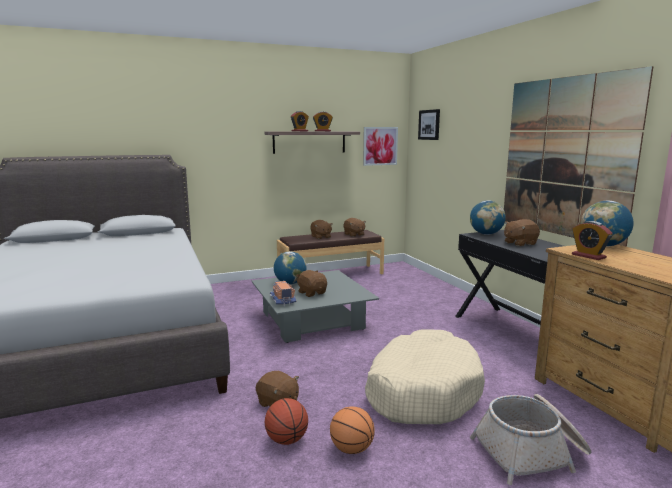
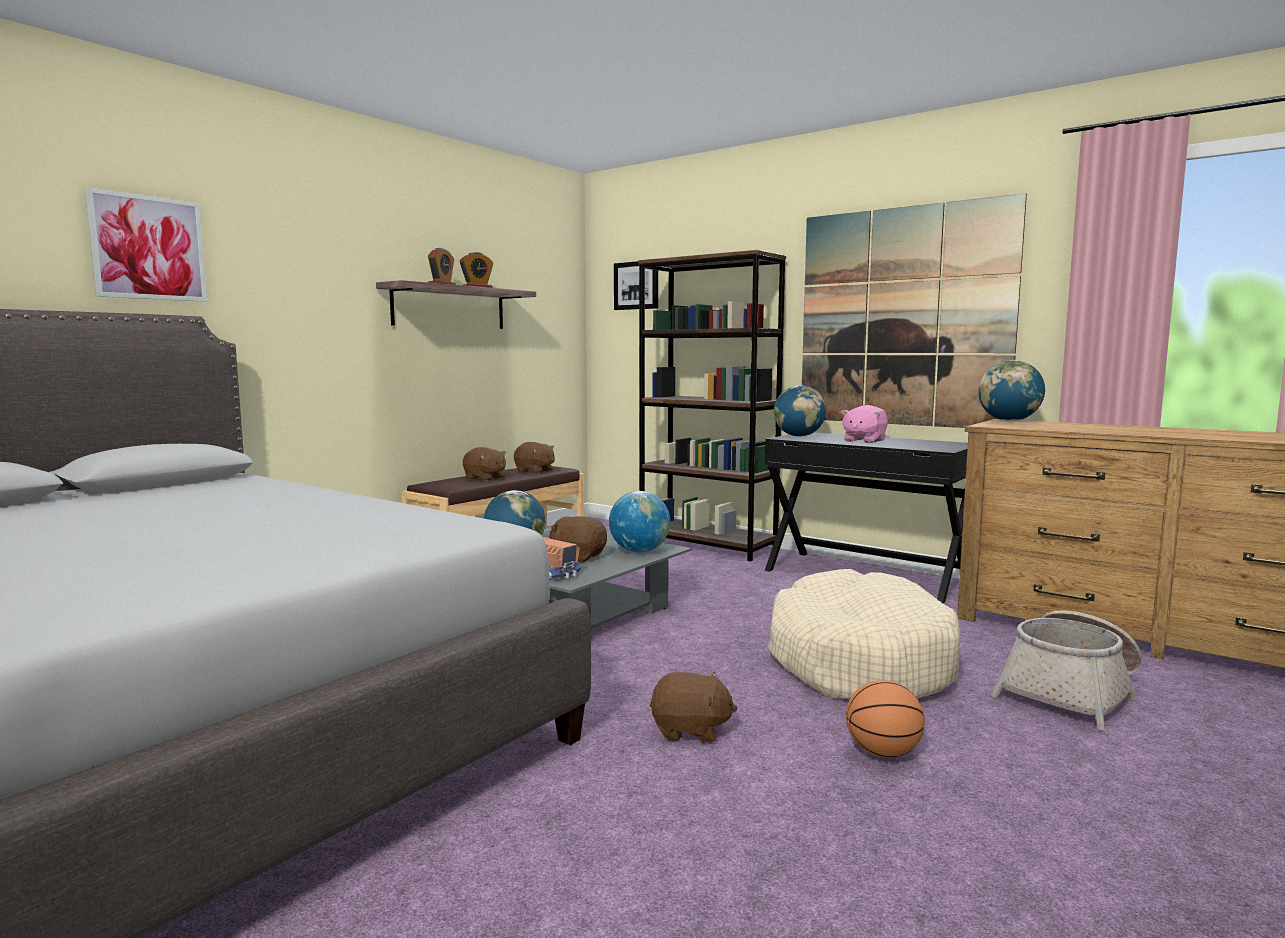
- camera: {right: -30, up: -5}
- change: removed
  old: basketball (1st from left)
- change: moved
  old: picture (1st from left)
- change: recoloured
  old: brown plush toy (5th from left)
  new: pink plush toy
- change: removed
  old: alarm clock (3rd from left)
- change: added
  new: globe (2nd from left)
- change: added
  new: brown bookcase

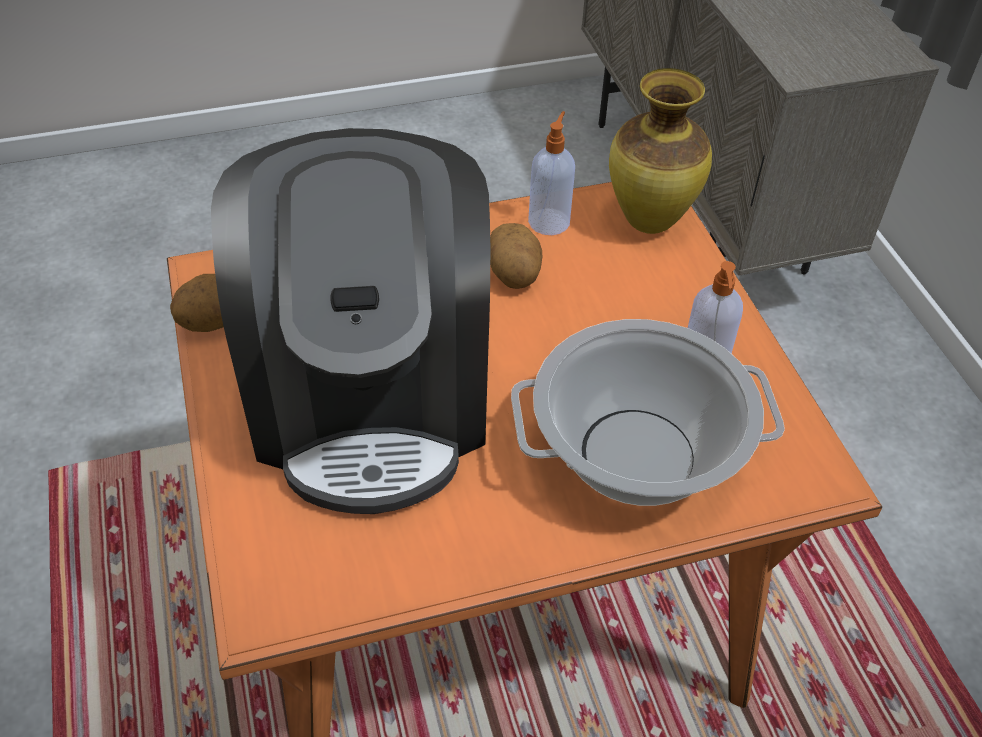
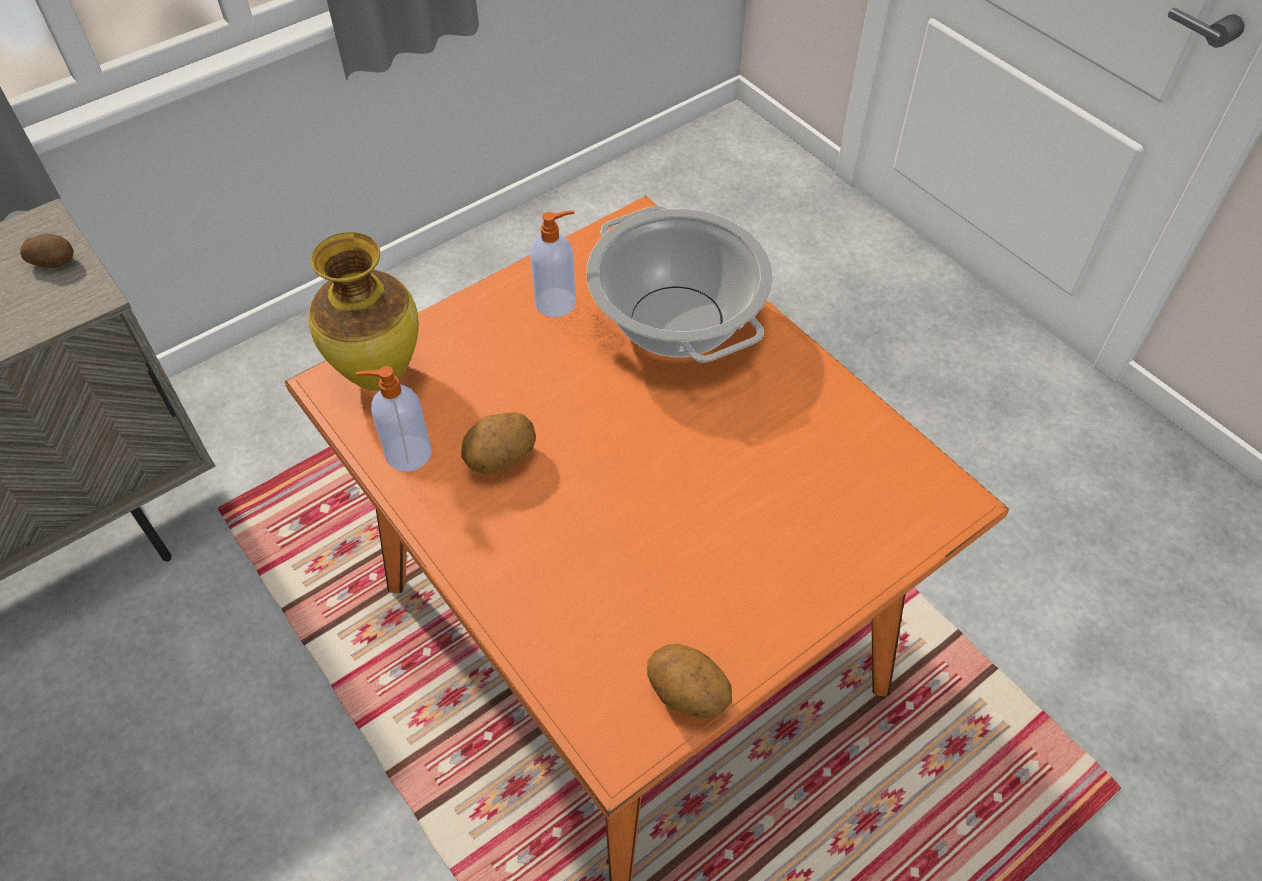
- camera: {right: -110, up: 5}
- change: removed
  old: coffee machine
- change: added
  new: potato (1st from left)

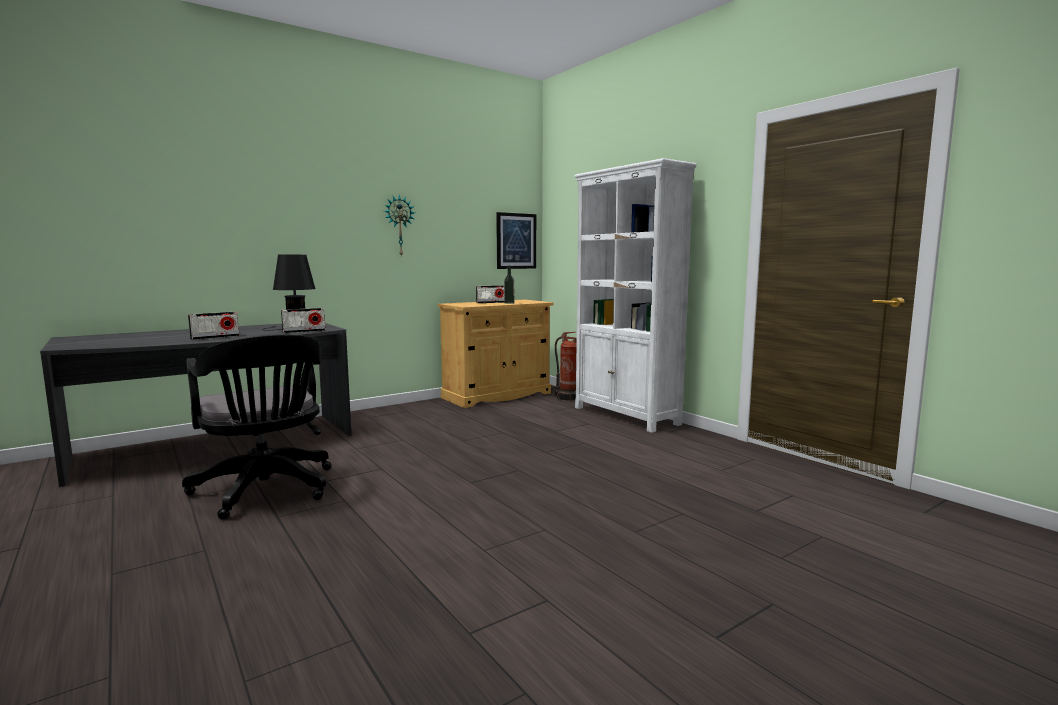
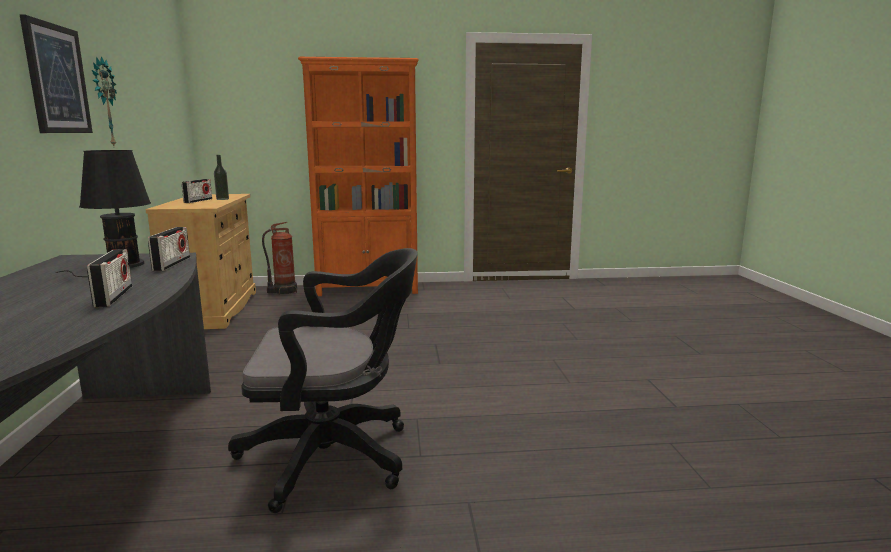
- camera: {right: -60, up: 5}
- change: moved
  old: picture
- change: recoloured
  old: white bookcase
  new: orange bookcase

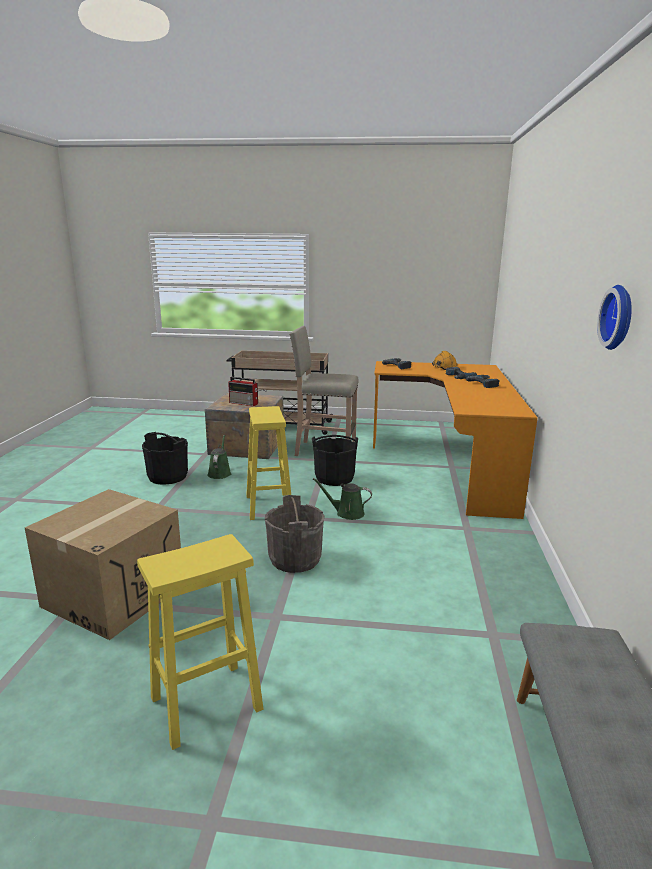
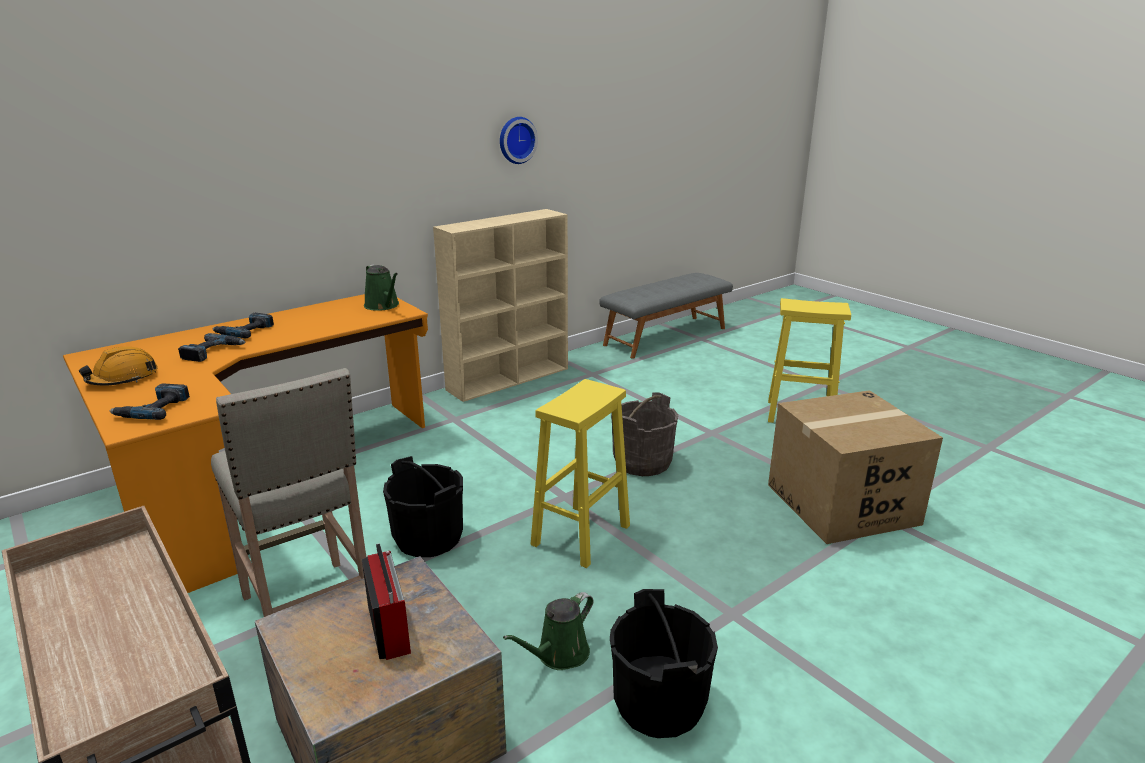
- camera: {right: -135, up: 5}
- change: moved
  old: green watering can (2nd from left in the first image)
  new: green watering can (1st from left)
- change: added
  new: beige bookcase

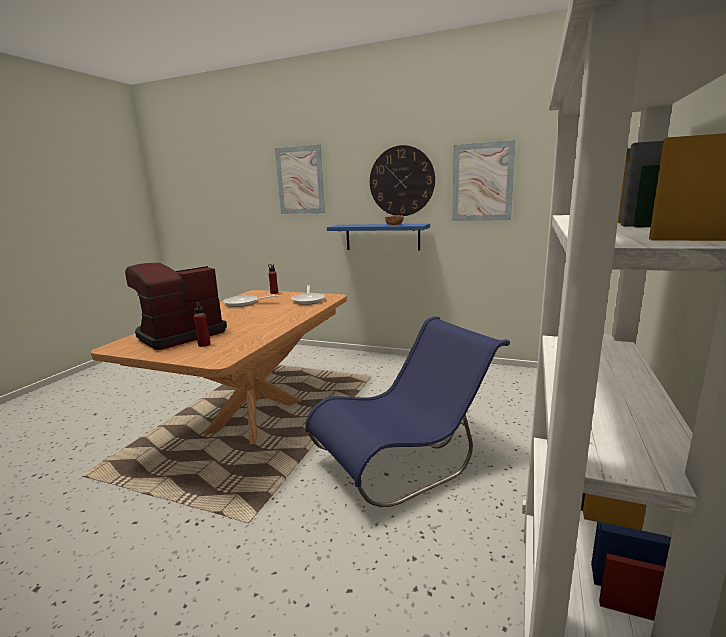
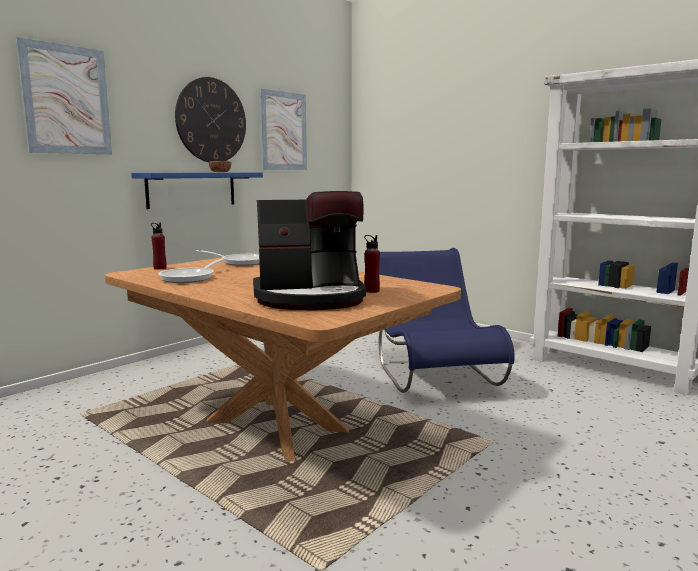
- camera: {right: -70, up: -5}
- change: turned
  old: coffee machine
  degrees: -75

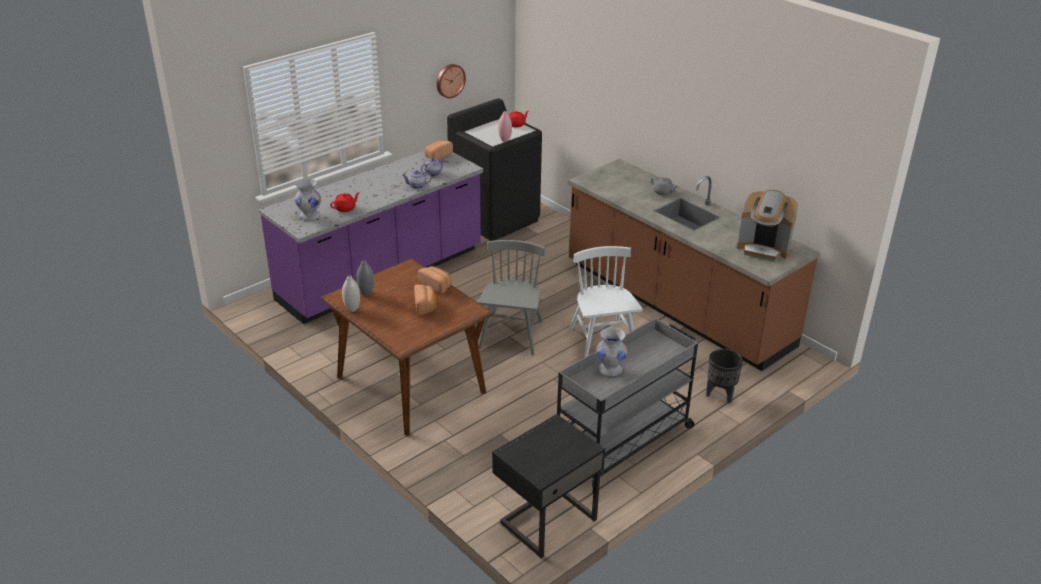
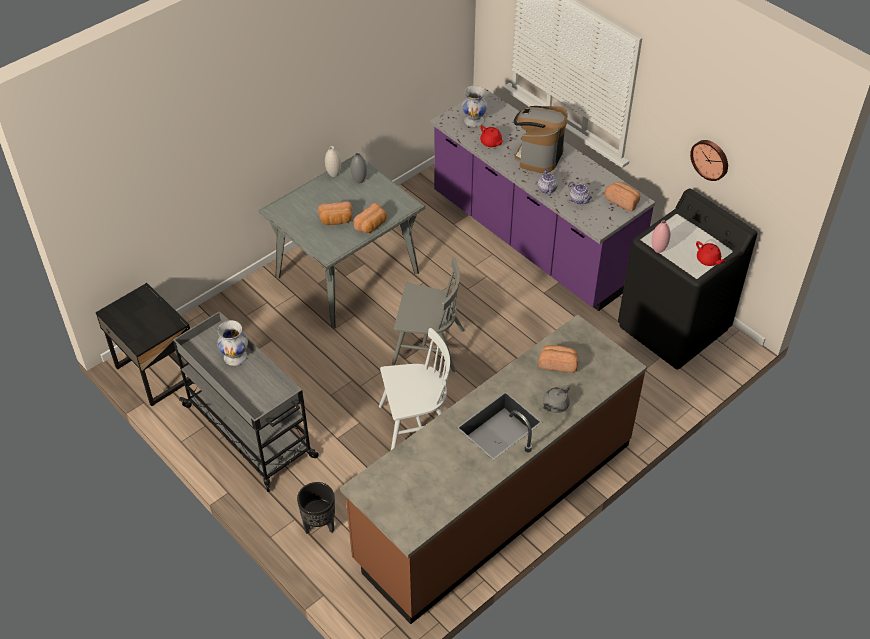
- camera: {right: 90, up: 15}
- change: recoloured
  old: brown dining table
  new: grey dining table
- change: moved
  old: coffee machine
- change: added
  new: bread (3rd from left)

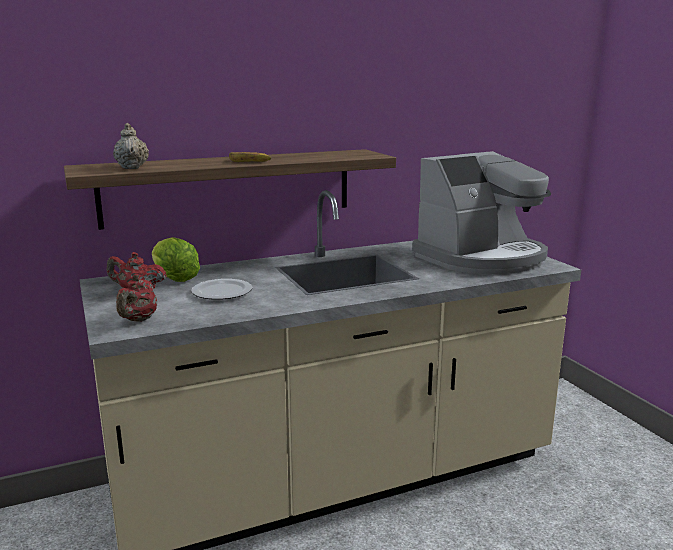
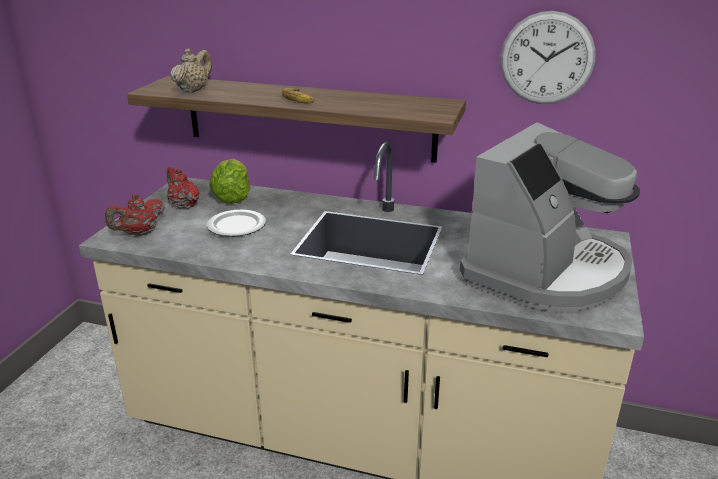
- camera: {right: 40, up: 10}
- change: turned
  old: coffee machine
  degrees: -60
- change: added
  new: wall clock

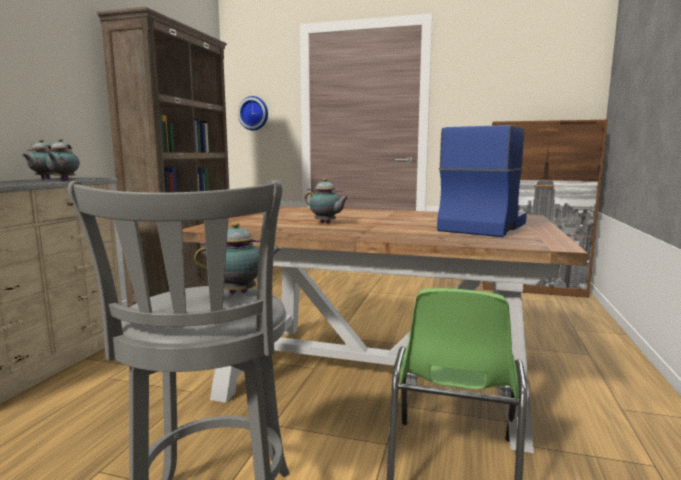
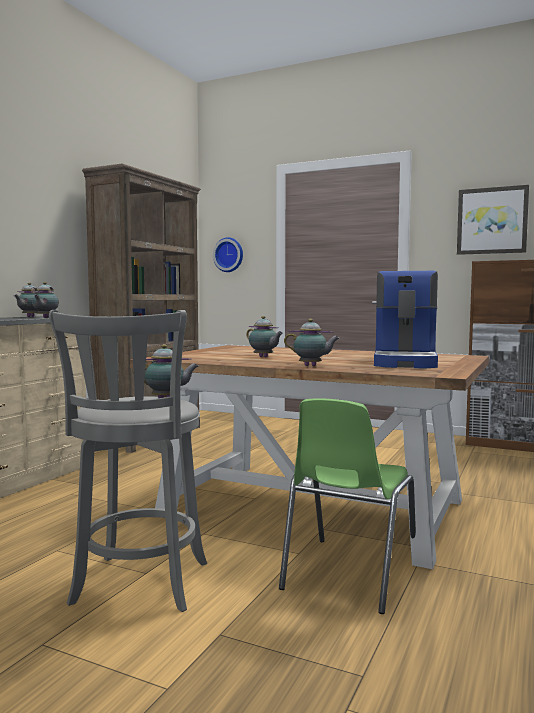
- camera: {right: 10, up: -5}
- change: turned
  old: coffee machine
  degrees: 150
- change: added
  new: teapot (5th from left)
- change: added
  new: picture

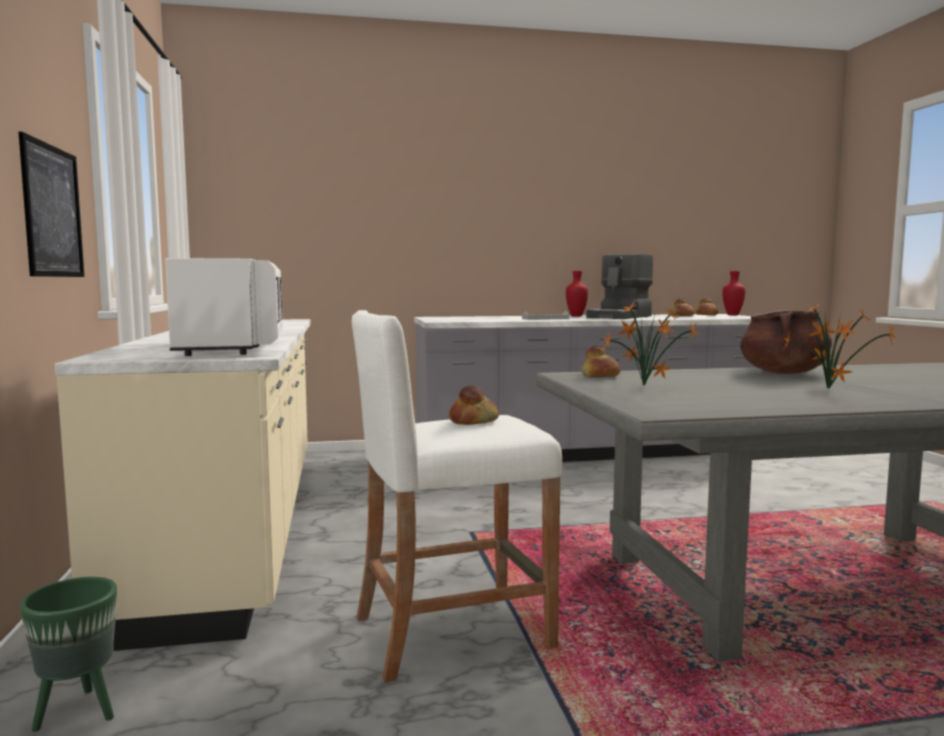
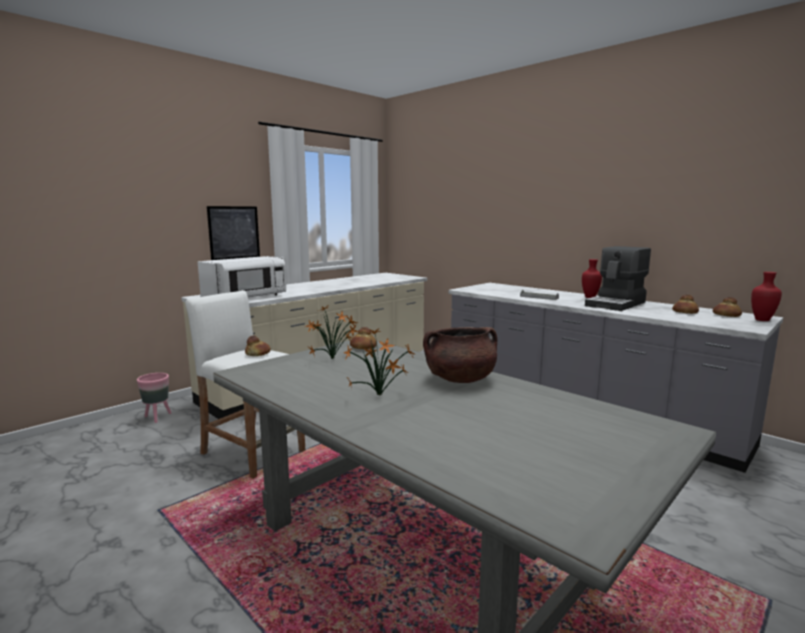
- camera: {right: 55, up: 5}
- change: recoloured
  old: green planter
  new: pink planter
- change: turned
  old: coffee machine
  degrees: -45

